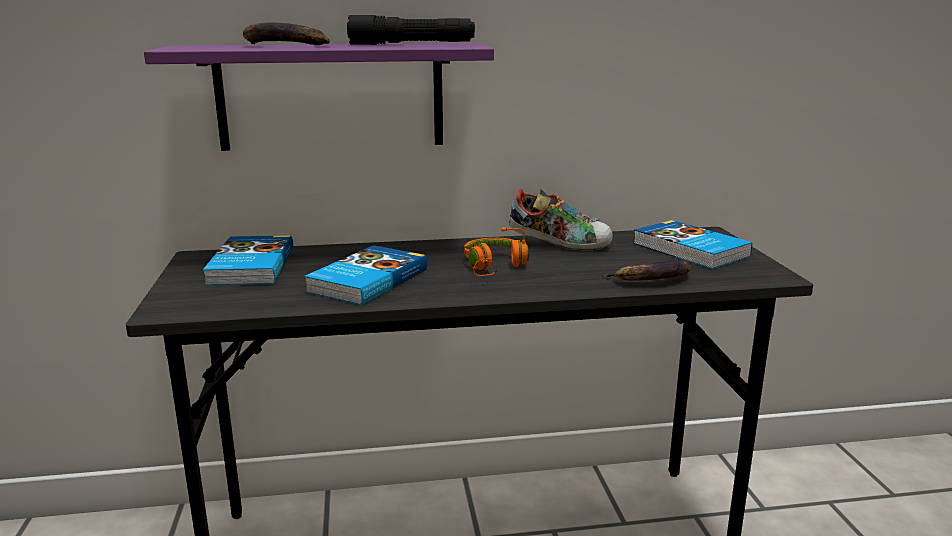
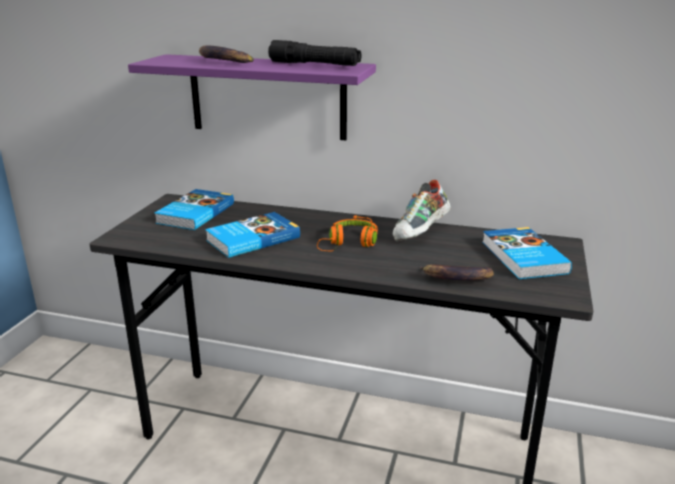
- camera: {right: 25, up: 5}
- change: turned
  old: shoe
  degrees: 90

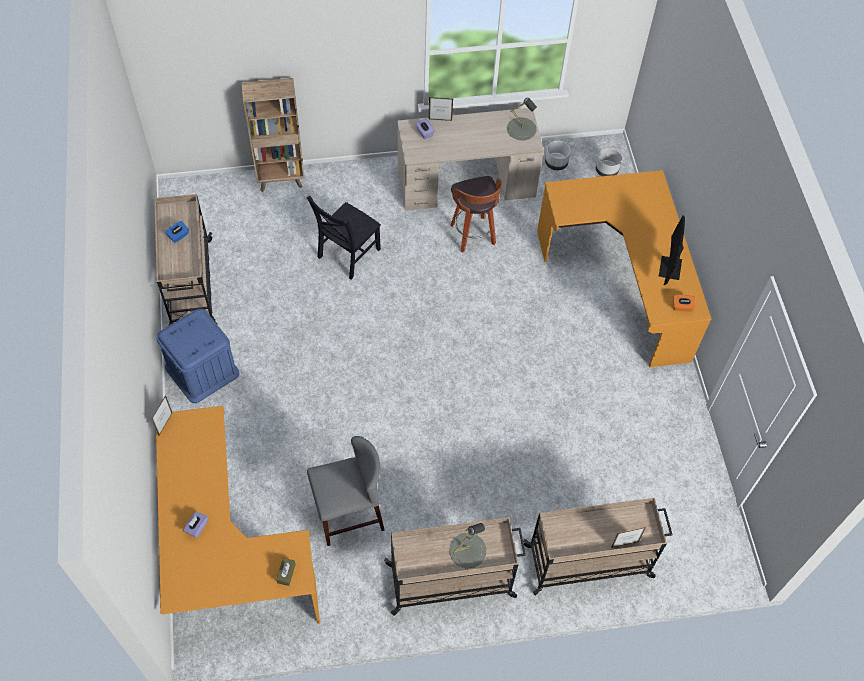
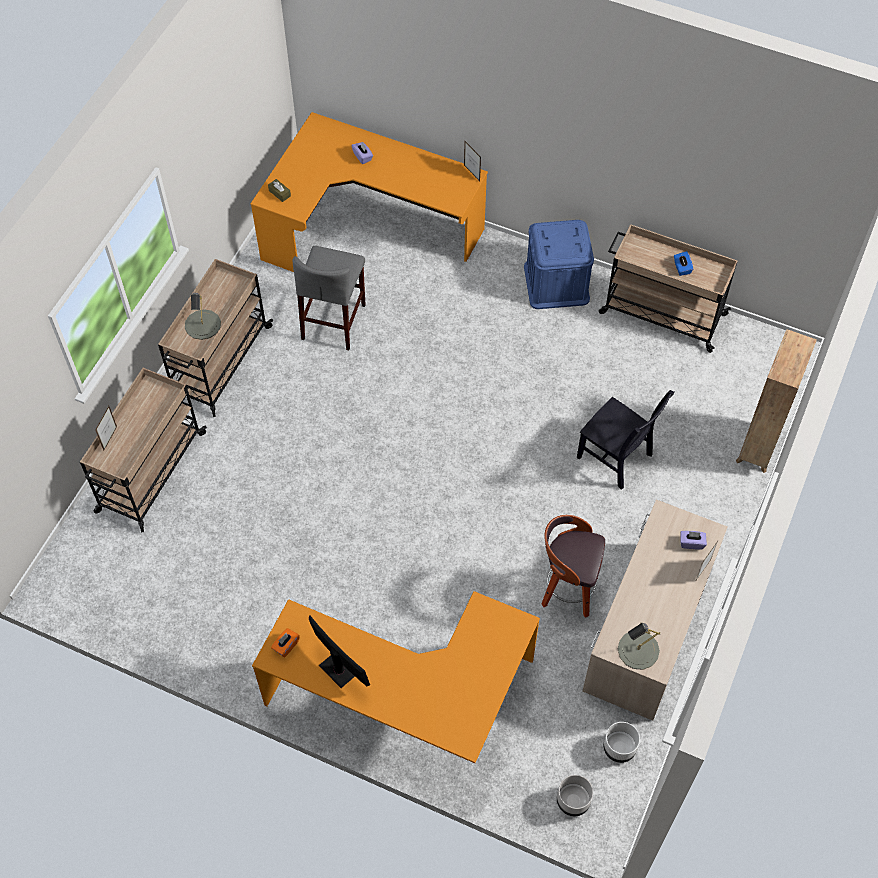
- camera: {right: 125, up: 0}
- change: turned
  old: black chair
  degrees: 150

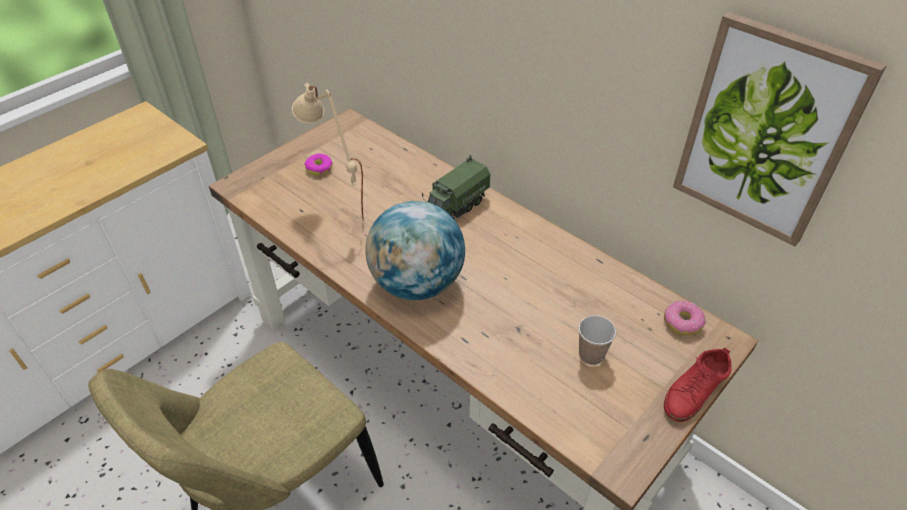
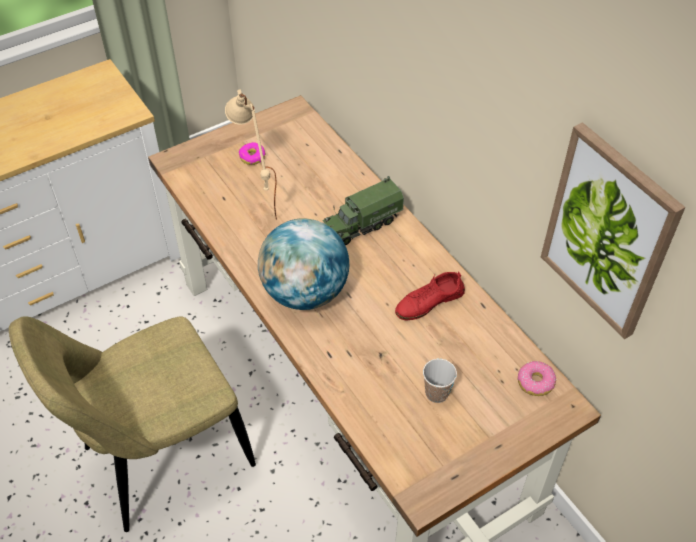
- camera: {right: 15, up: 5}
- change: moved
  old: red shoe

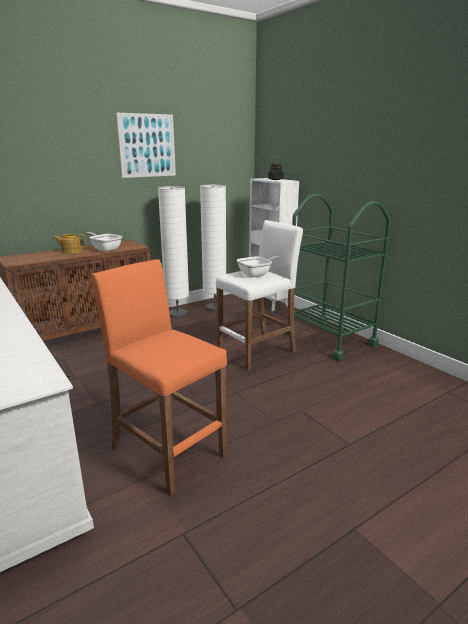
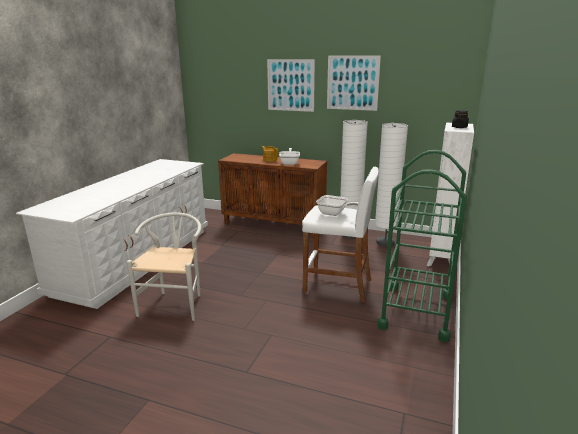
- camera: {right: 55, up: 0}
- change: replaced
  old: orange stool
  new: white chair
- change: added
  new: picture (1st from left)

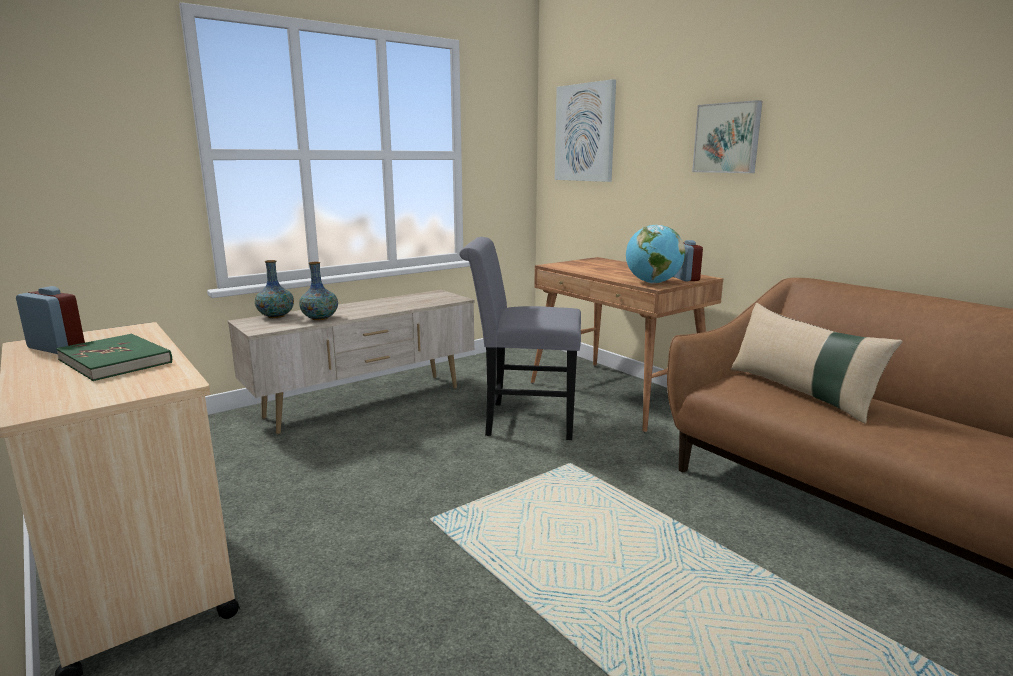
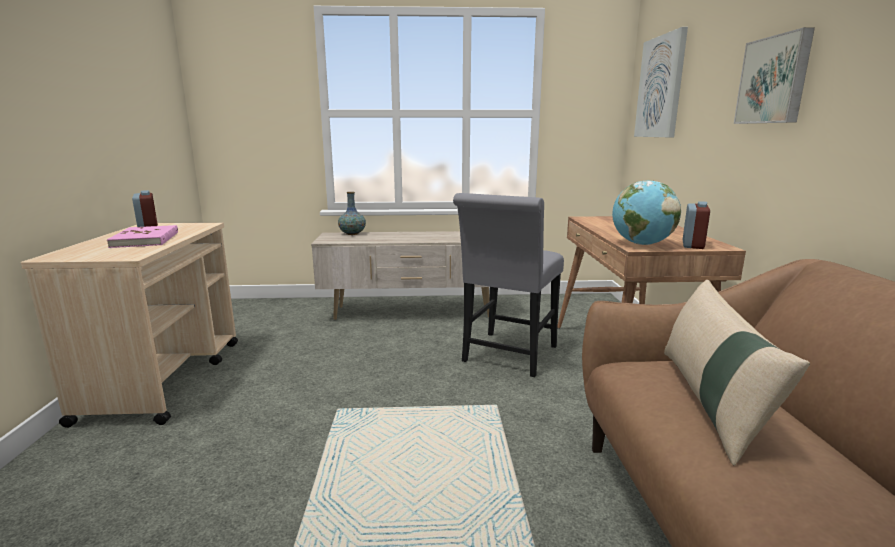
- camera: {right: 35, up: 0}
- change: recoloured
  old: green book
  new: pink book
- change: removed
  old: vase (2nd from left)
- change: turned
  old: grey chair
  degrees: -105

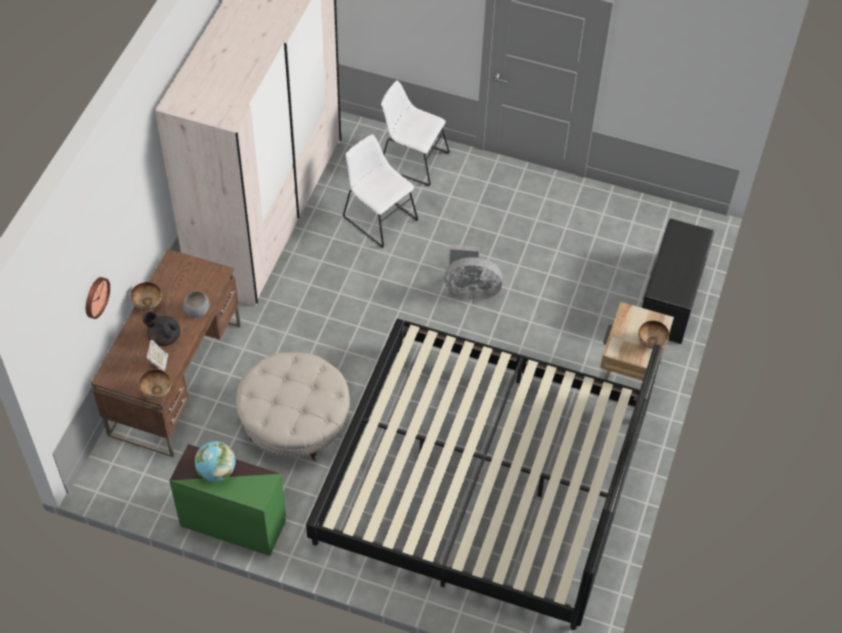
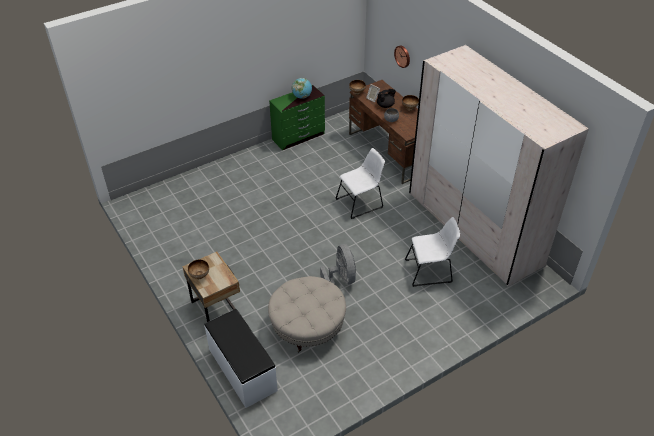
- camera: {right: 130, up: -10}
- change: moved
  old: beige ottoman
- change: removed
  old: bed
- change: moved
  old: white chair (2nd from left in the first image)
  new: white chair (1st from left)
- change: turned
  old: grey fan
  degrees: 120
- change: recoloured
  old: black bench
  new: white bench

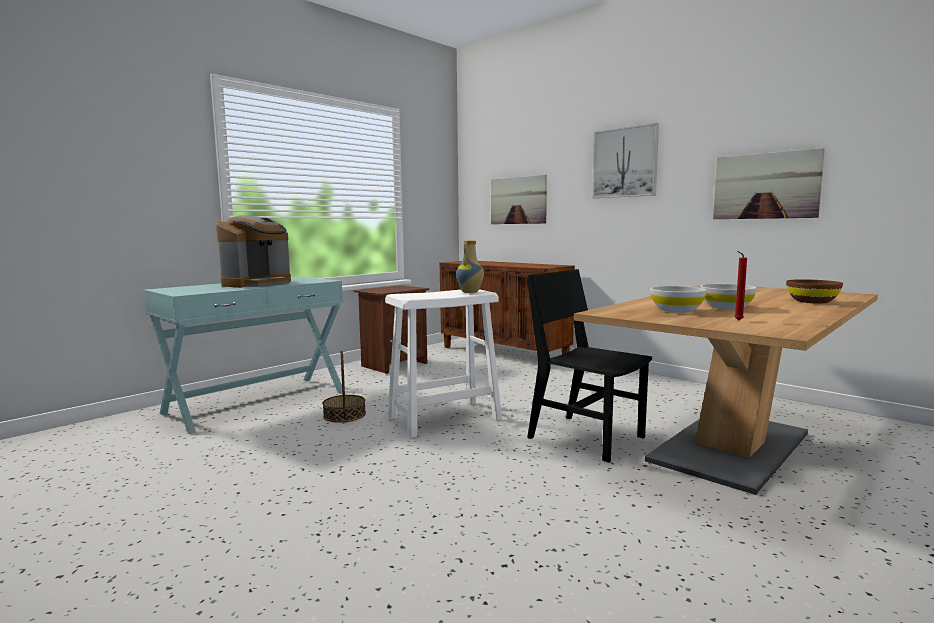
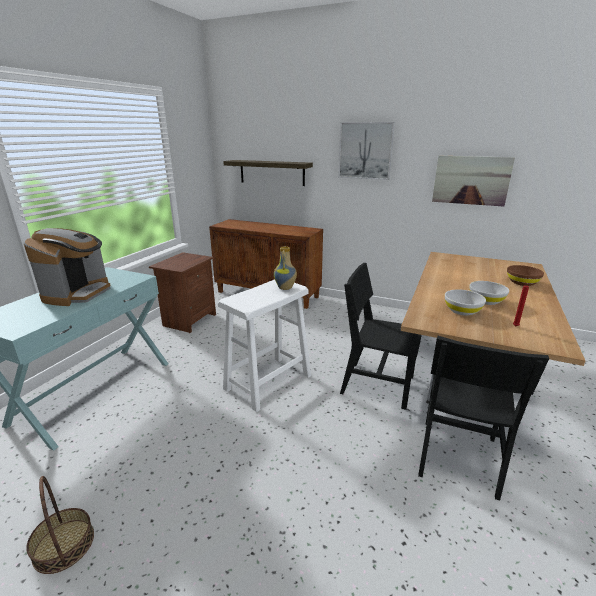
- camera: {right: -20, up: 15}
- change: moved
  old: basket
- change: replaced
  old: picture (1st from left)
  new: shelf
- change: added
  new: black chair (2nd from left)

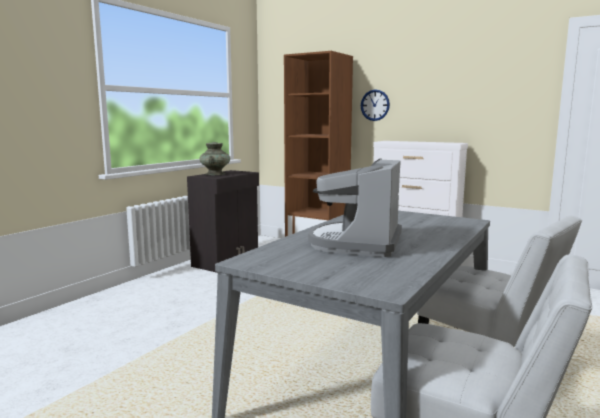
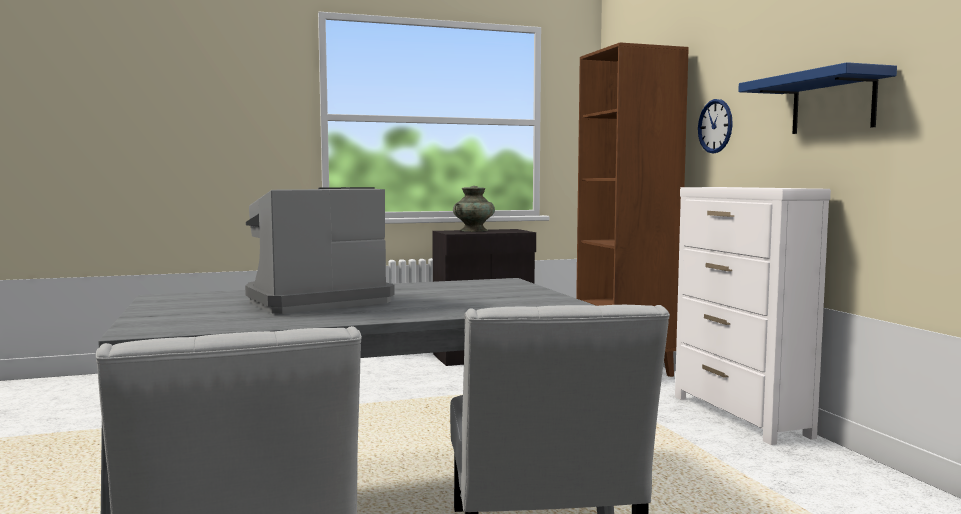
- camera: {right: 40, up: -5}
- change: added
  new: blue shelf

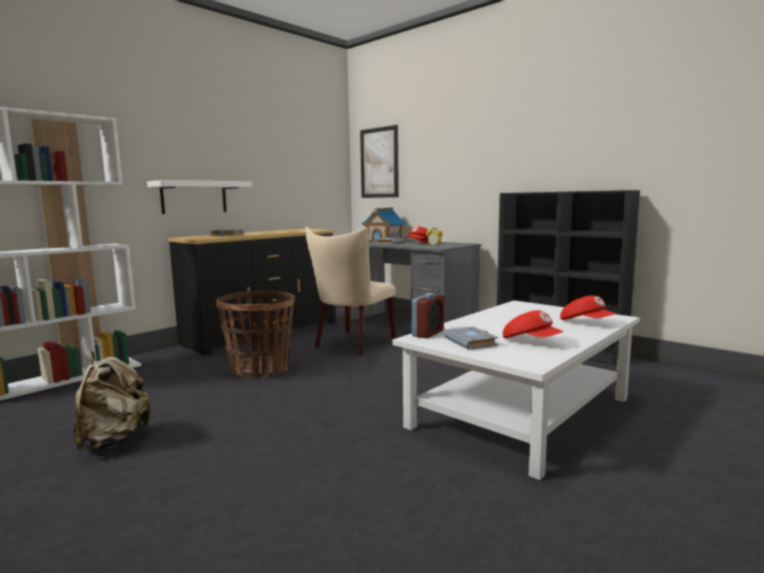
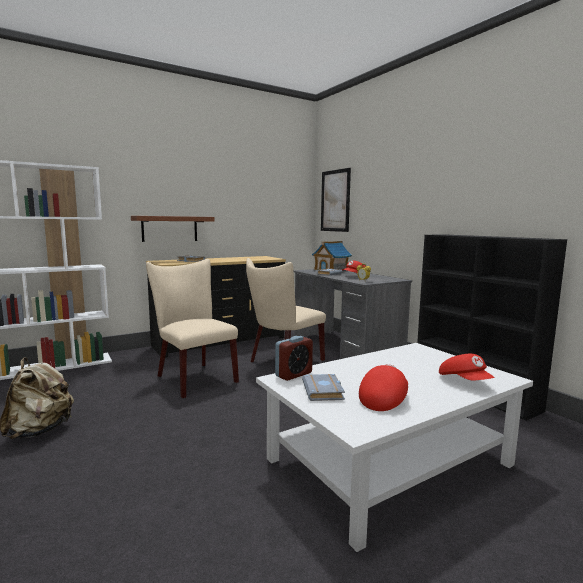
- camera: {right: 15, up: 0}
- change: recoloured
  old: white shelf
  new: brown shelf
- change: replaced
  old: basket
  new: beige chair (1st from left)
- change: turned
  old: red cap (2nd from left)
  degrees: -120

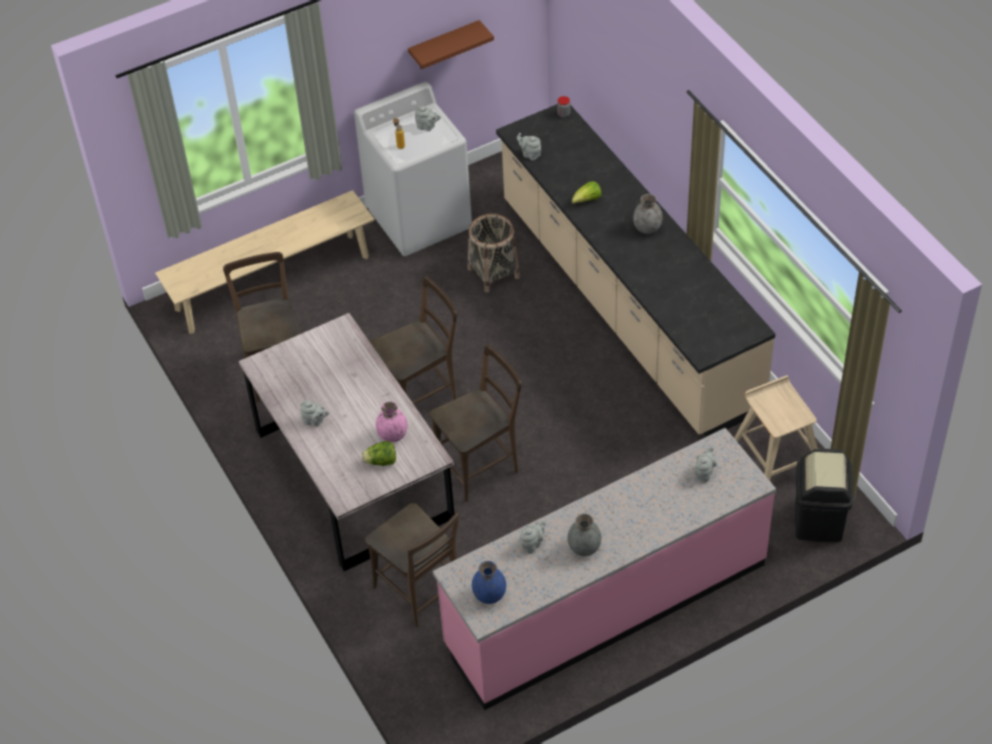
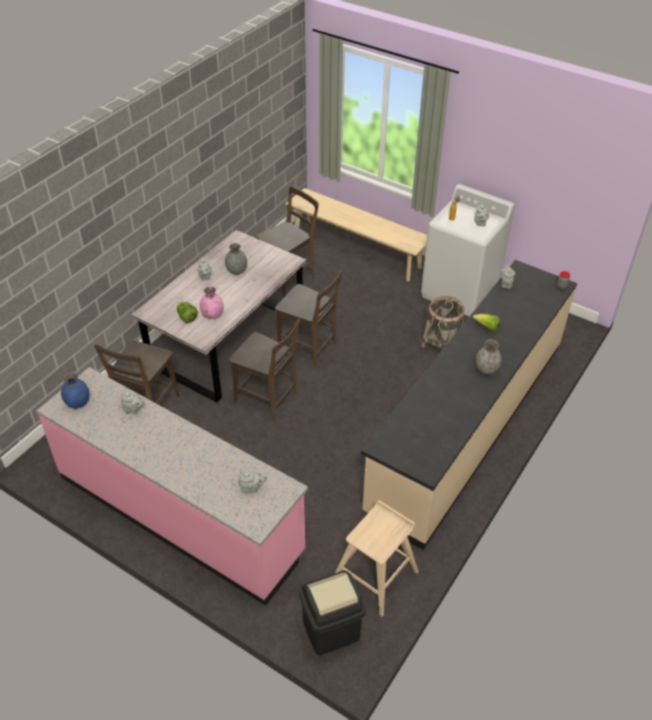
- camera: {right: 60, up: -5}
- change: removed
  old: brown shelf
- change: moved
  old: grey vase (1st from left)

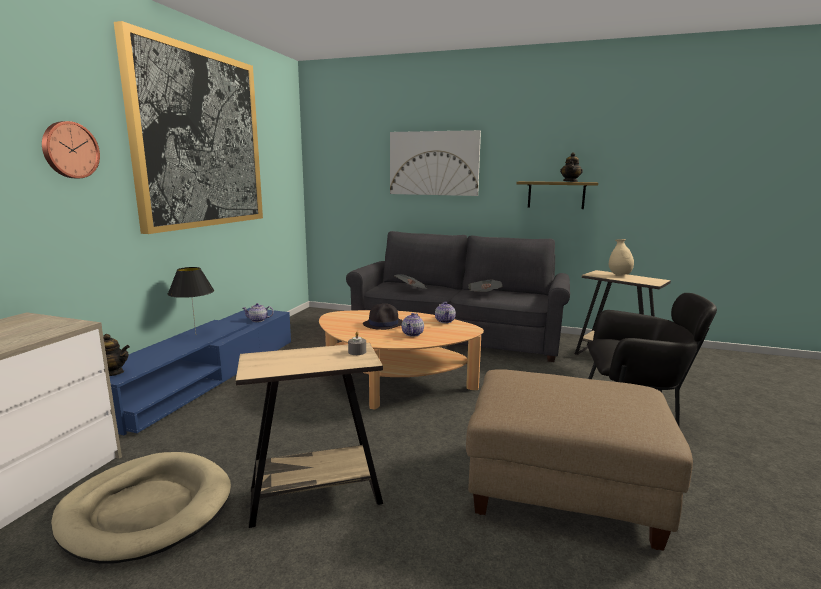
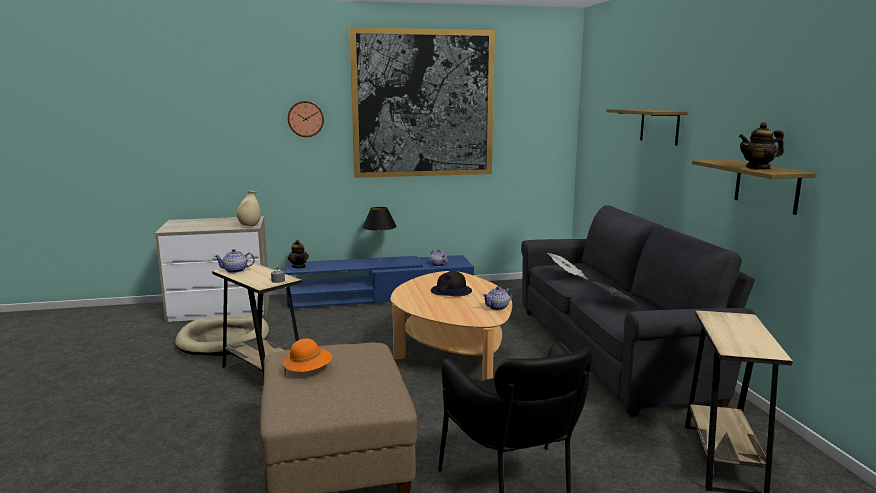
- camera: {right: 60, up: 0}
- change: replaced
  old: picture (2nd from left)
  new: shelf (1st from left)
- change: moved
  old: teapot (3rd from left in the first image)
  new: teapot (1st from left)
- change: moved
  old: beige vase
- change: added
  new: orange hat

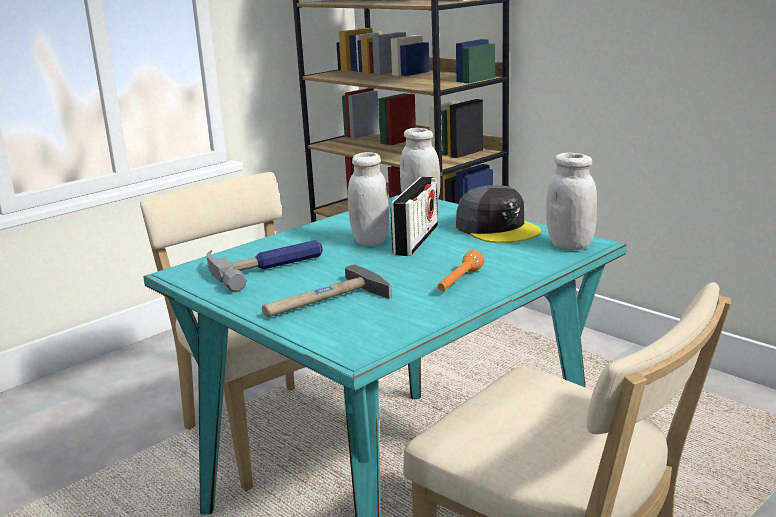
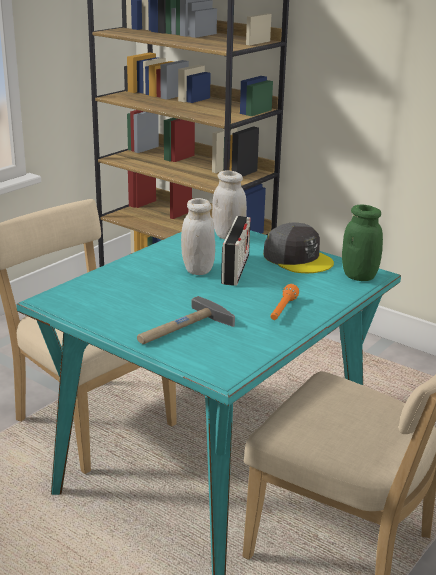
- camera: {right: -10, up: 5}
- change: removed
  old: hammer (1st from left)
- change: recoloured
  old: white jar (3rd from left)
  new: green jar

